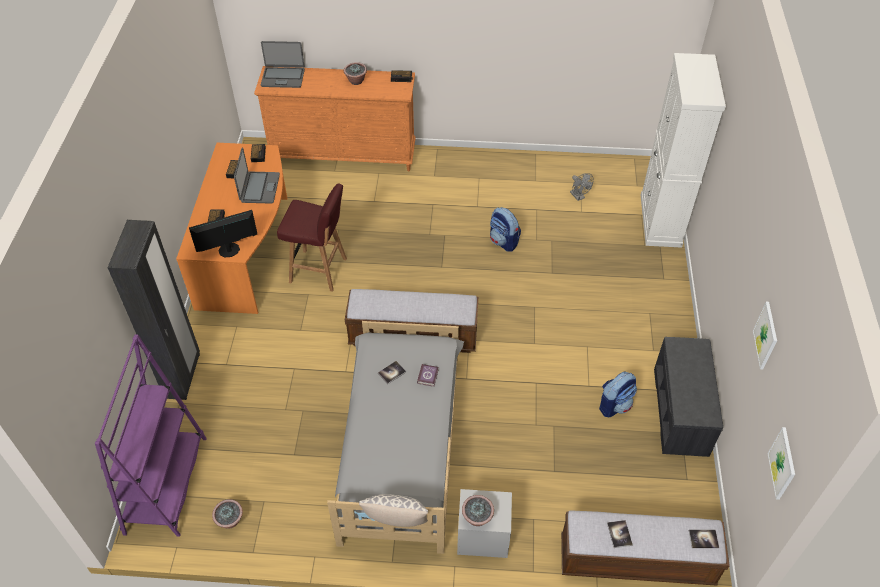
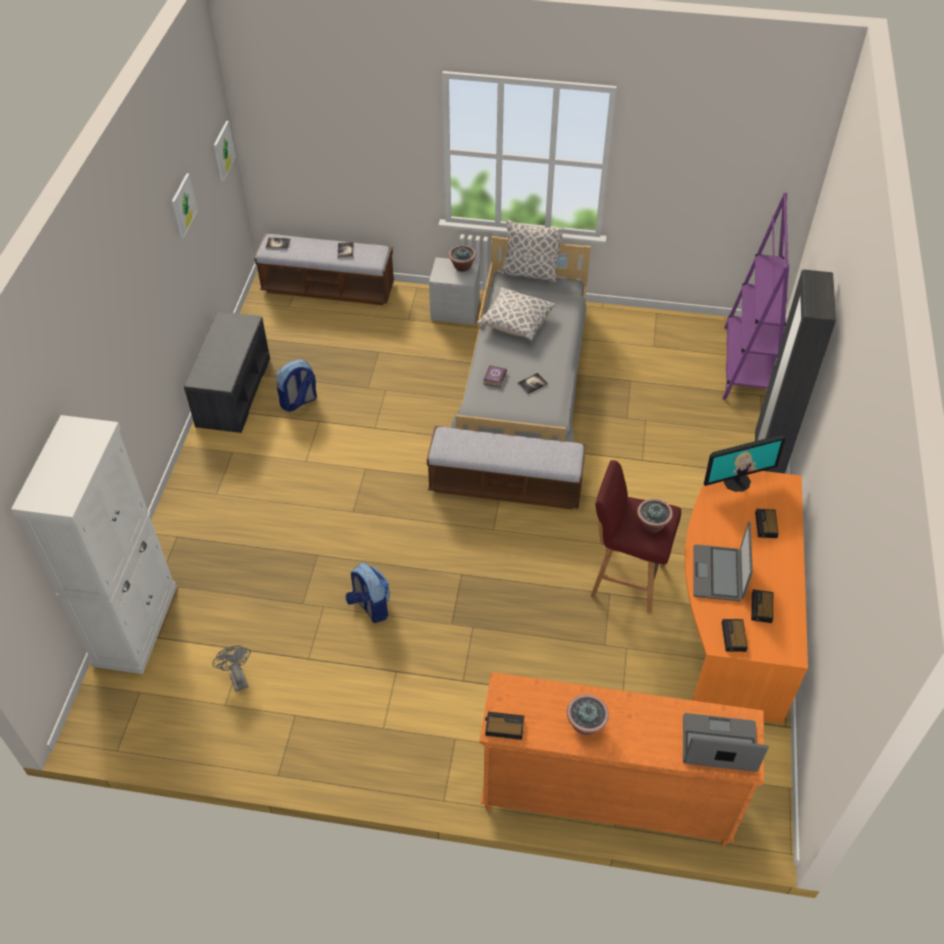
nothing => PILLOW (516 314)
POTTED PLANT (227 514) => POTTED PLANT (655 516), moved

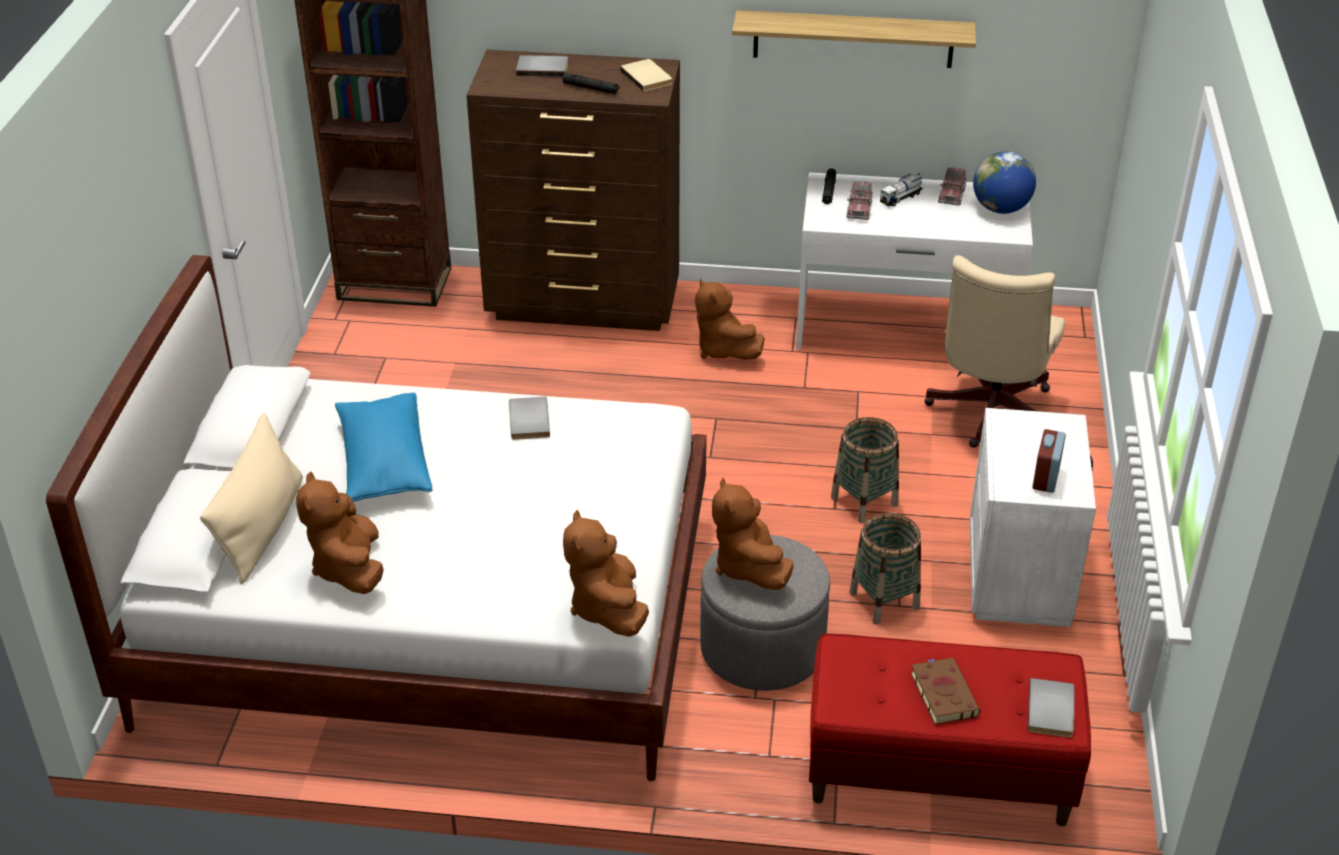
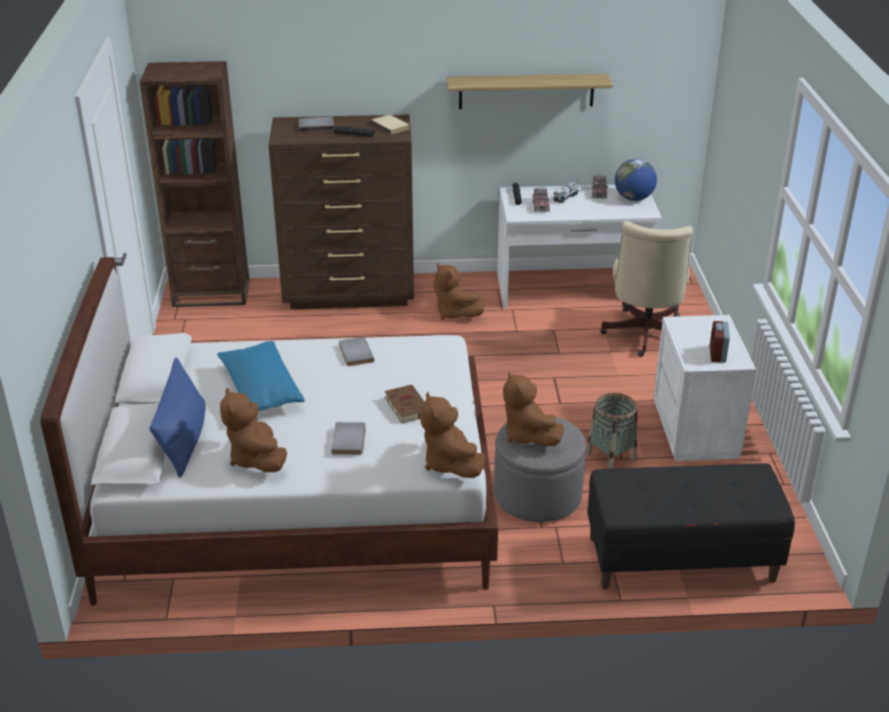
BEIGE PILLOW (251 498) => BLUE PILLOW (177 418)
GREY BOOK (1051 707) => GREY BOOK (349 438), moved
BROWN BOOK (945 691) => BROWN BOOK (404 404), moved
RED BENCH (950 730) => BLACK BENCH (691 526)
BASKET (865 470) => nothing

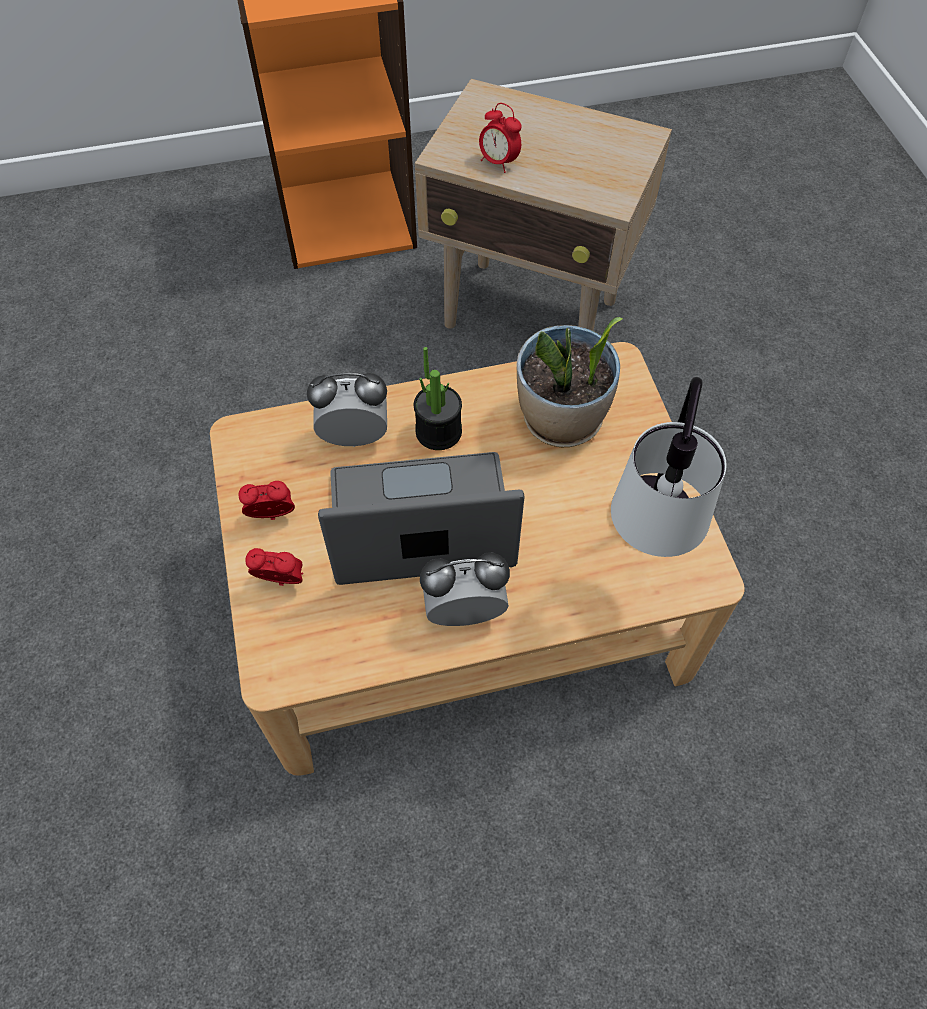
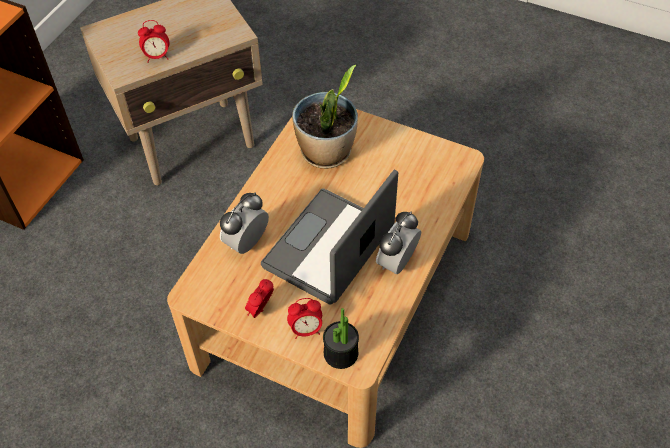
ALARM CLOCK (274 567) => ALARM CLOCK (304 318), 150 degrees counterclockwise
POTTED PLANT (438 398) => POTTED PLANT (341 338), moved
TABLE LAMP (669 467) => nothing

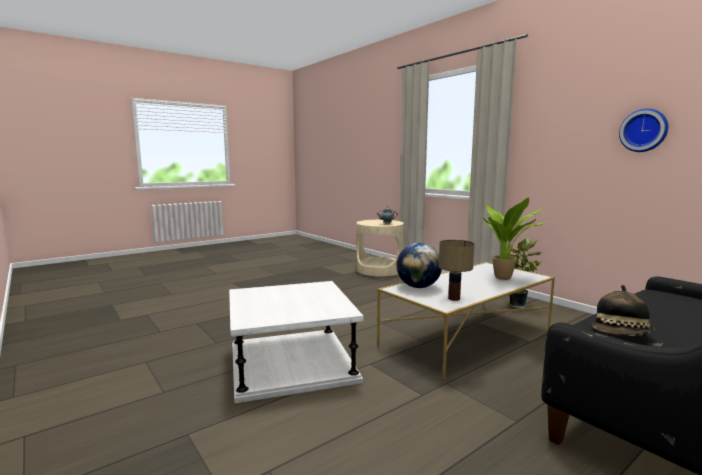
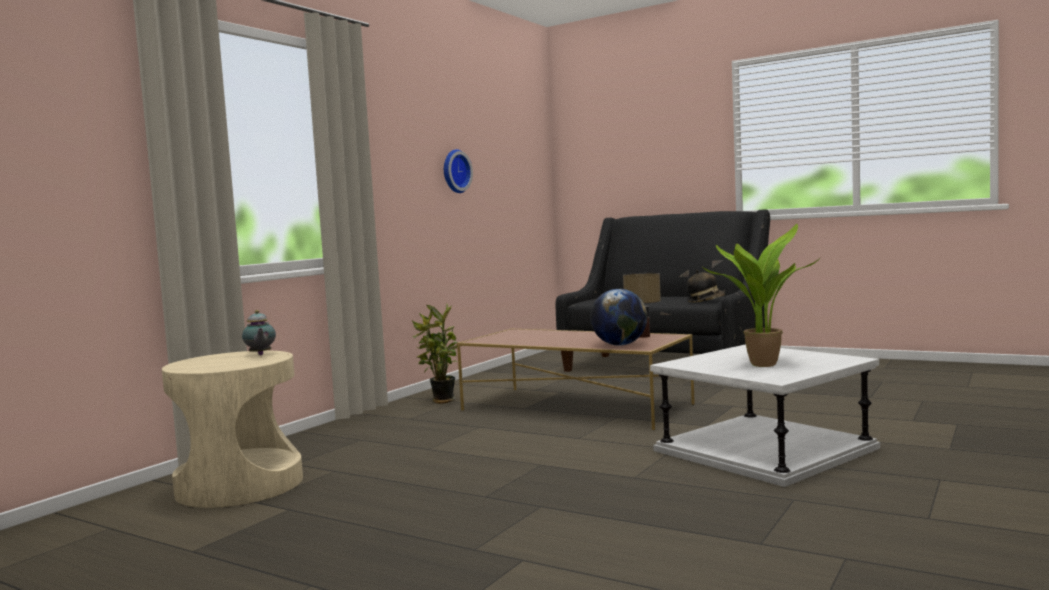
WHITE COFFEE TABLE (466 321) => BROWN COFFEE TABLE (576 379)
POTTED PLANT (515 239) => POTTED PLANT (762 295), moved

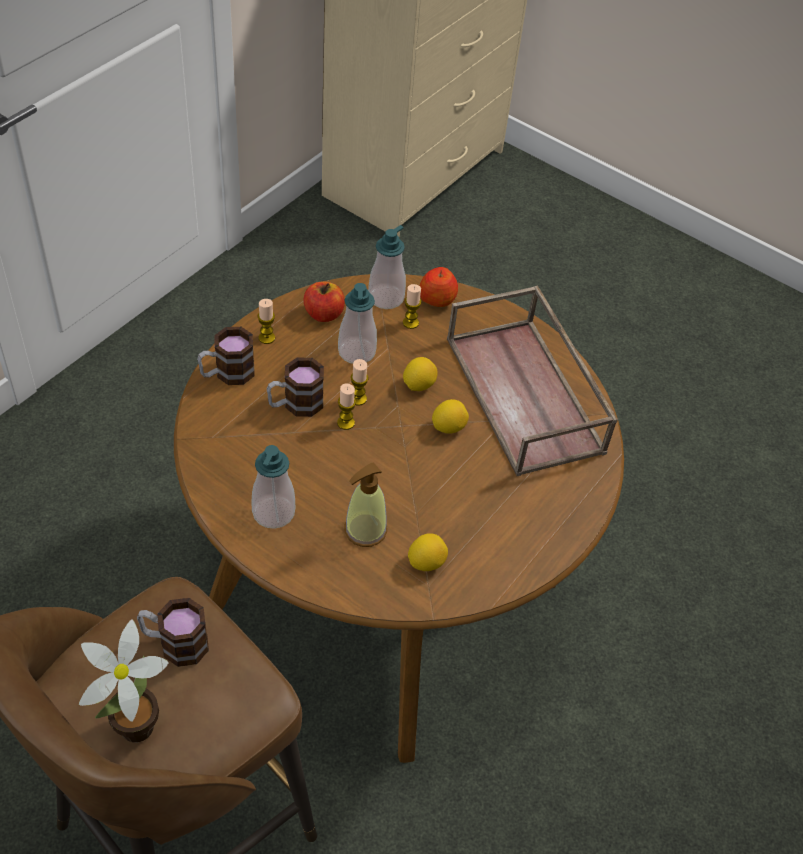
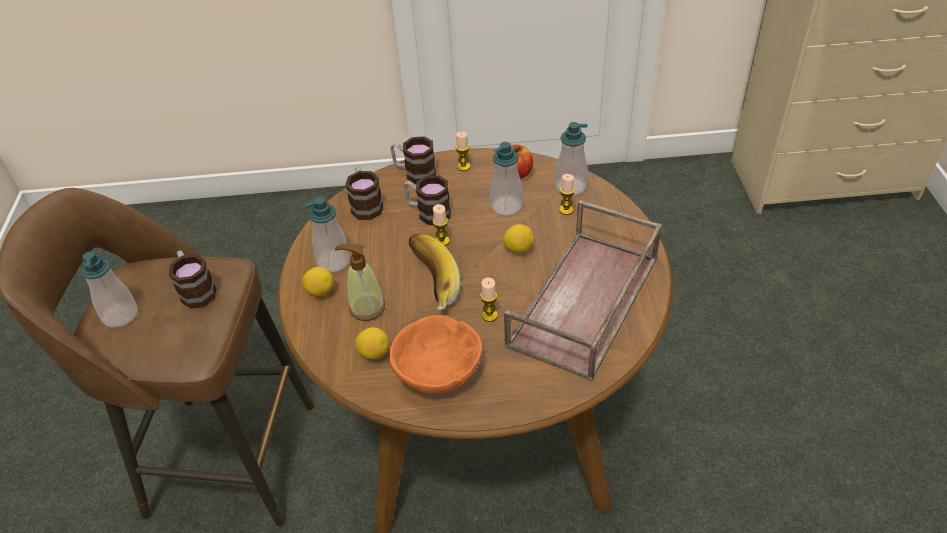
POTTED PLANT (124 680) => SOAP DISPENSER (109 289)
LEMON (450 416) => LEMON (318 282), moved
nothing => MUG (364 193)
nothing => ORANGE BOWL (435 354)
nothing => BANANA (435 272)
CANDLE (359 382) => CANDLE (489 300), moved
APPLE (439 287) => nothing

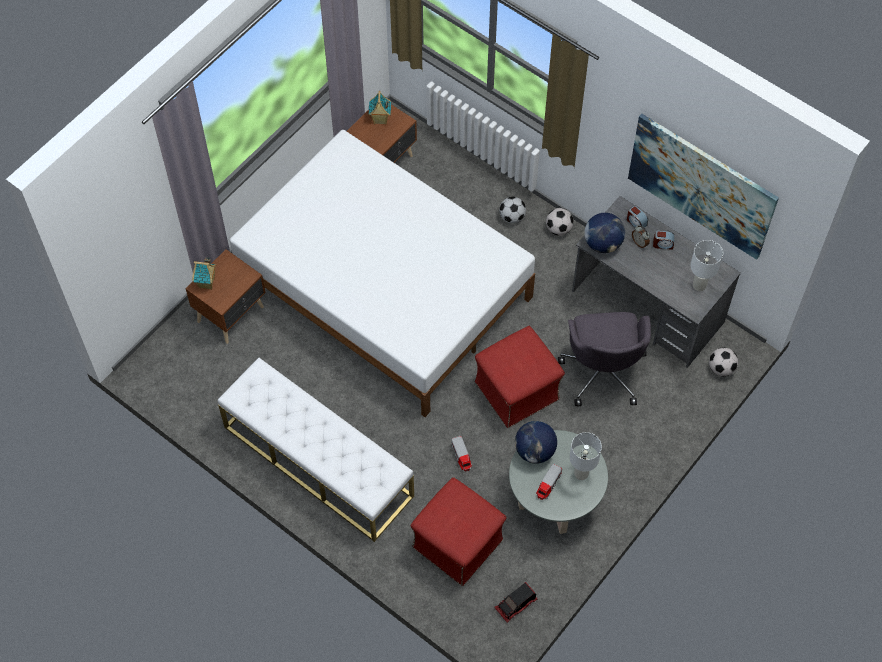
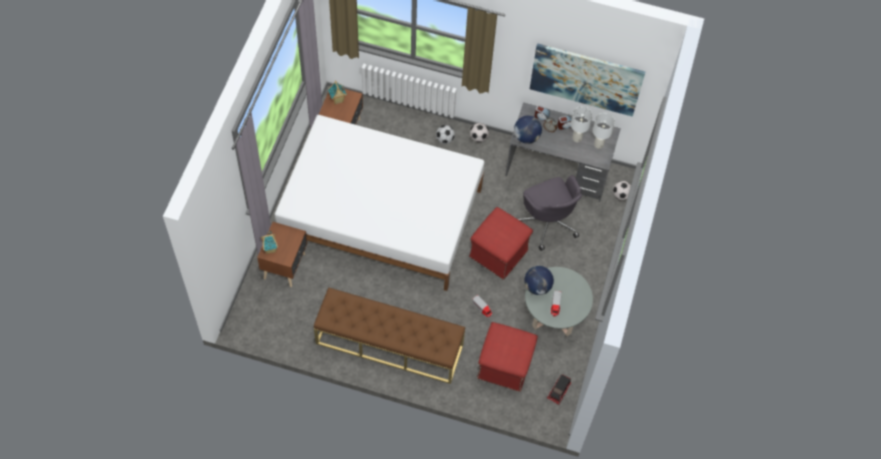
WHITE BENCH (316 450) => BROWN BENCH (389 335)
WHITE TABLE LAMP (585 456) => WHITE TABLE LAMP (582 124), moved

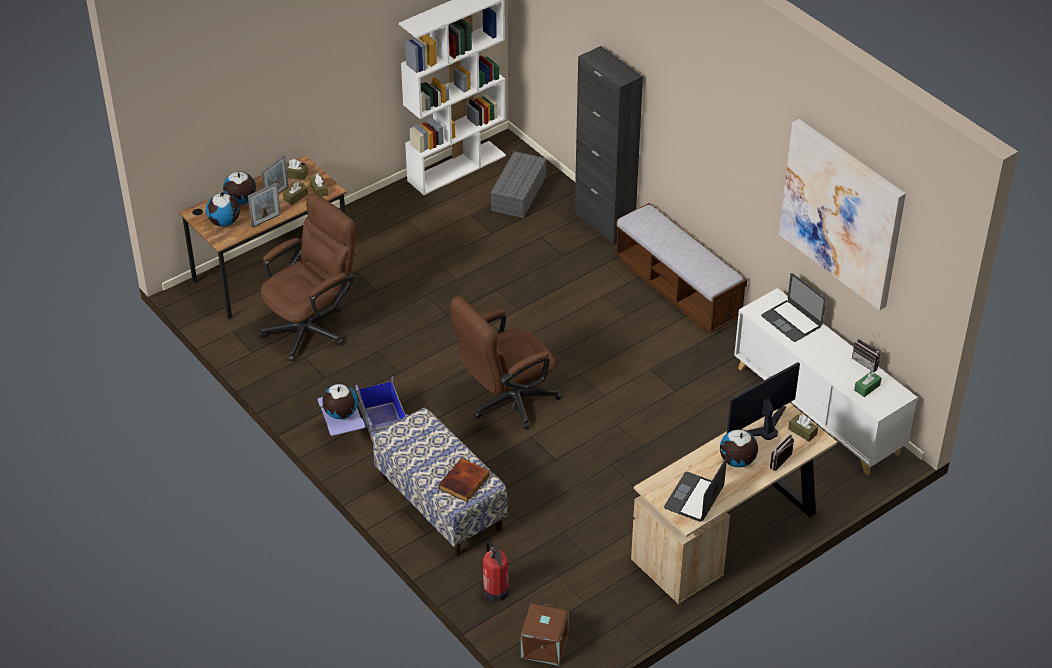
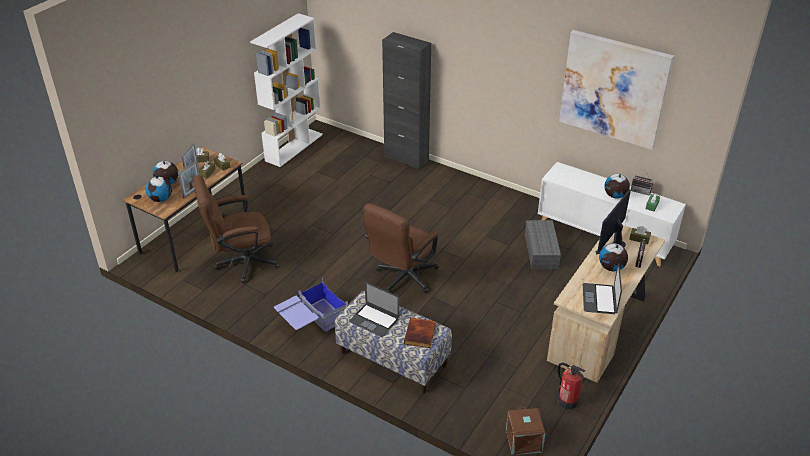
BROWN OFFICE CHAIR (307 277) => BROWN OFFICE CHAIR (236 229), 135 degrees counterclockwise
LAPTOP (793 307) => LAPTOP (374 309), moved
GREY STORAGE BOX (518 184) => GREY STORAGE BOX (543 244), moved
FIRE EXTINGUISHER (496 571) => FIRE EXTINGUISHER (571 386), moved
GLOBE (340 401) => GLOBE (617 186), moved
BENCH (681 268) => nothing

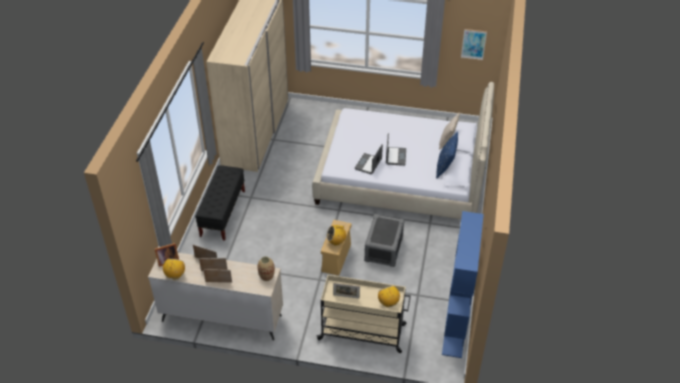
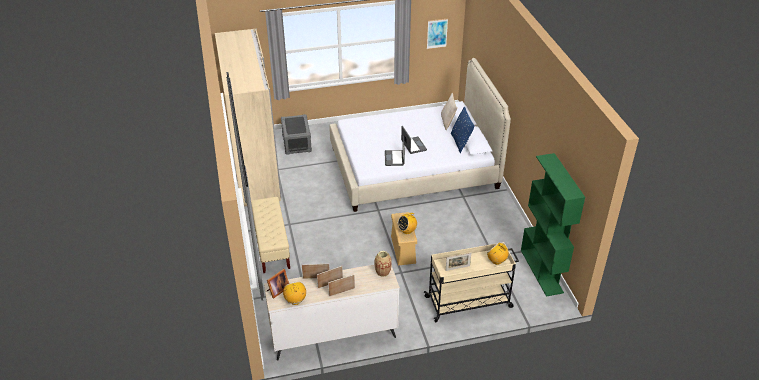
BLACK BENCH (220 203) => BEIGE BENCH (270 235)
GREY STORAGE BOX (384 240) => GREY STORAGE BOX (296 134), moved
BLUE BOOKCASE (463 284) => GREEN BOOKCASE (553 225)

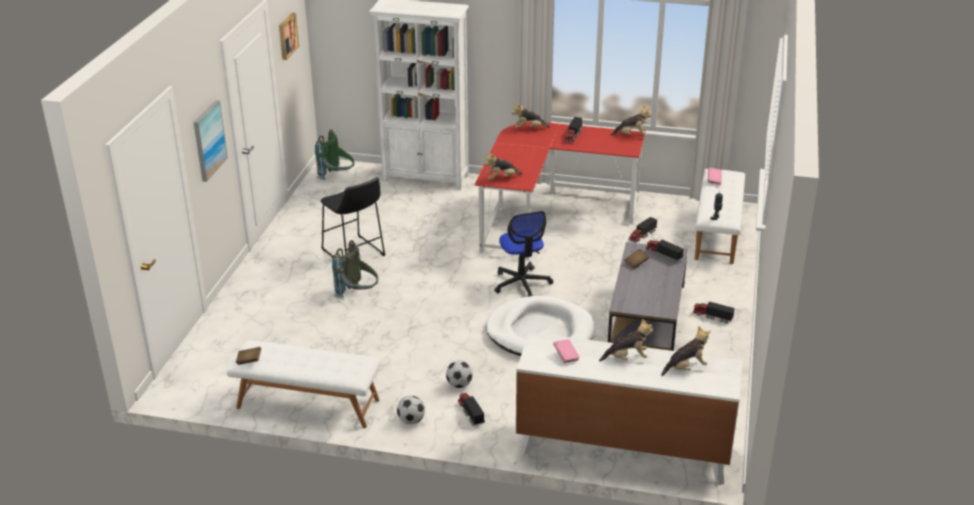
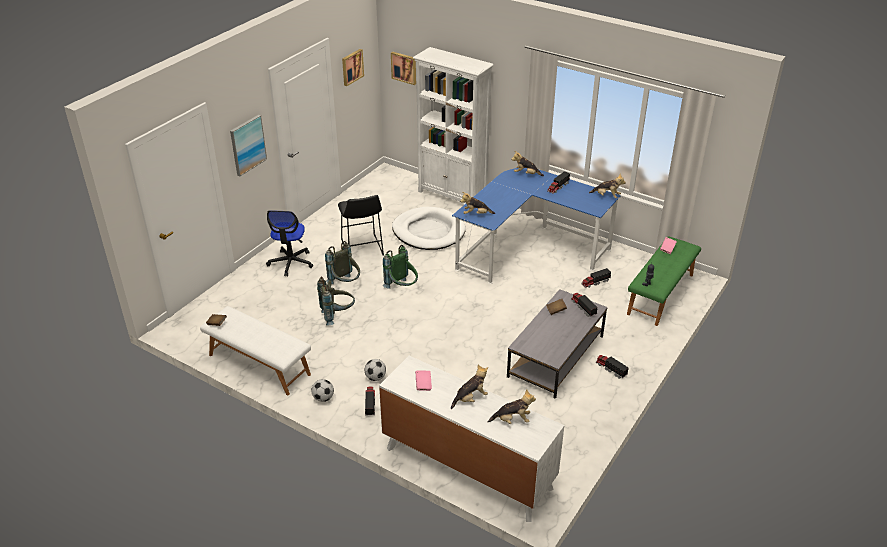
OFFICE CHAIR (523 254) => OFFICE CHAIR (289 243), moved
nothing => GREY BACKPACK (336 300)
GREEN BACKPACK (334 155) => GREEN BACKPACK (400 267), moved
nothing => PICTURE (403 68)
WHITE DOG BED (540 326) => WHITE DOG BED (429 228), moved
PLUSH TOY (626 340) => PLUSH TOY (469 386), 45 degrees counterclockwise
RED DESK (559 191) => BLUE DESK (536 226)
WHITE BENCH (720 216) => GREEN BENCH (664 281)

